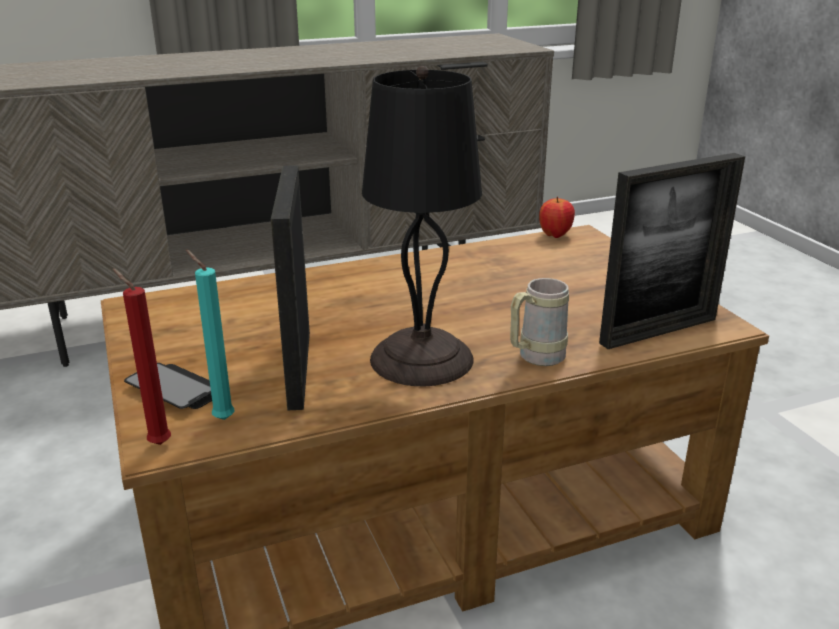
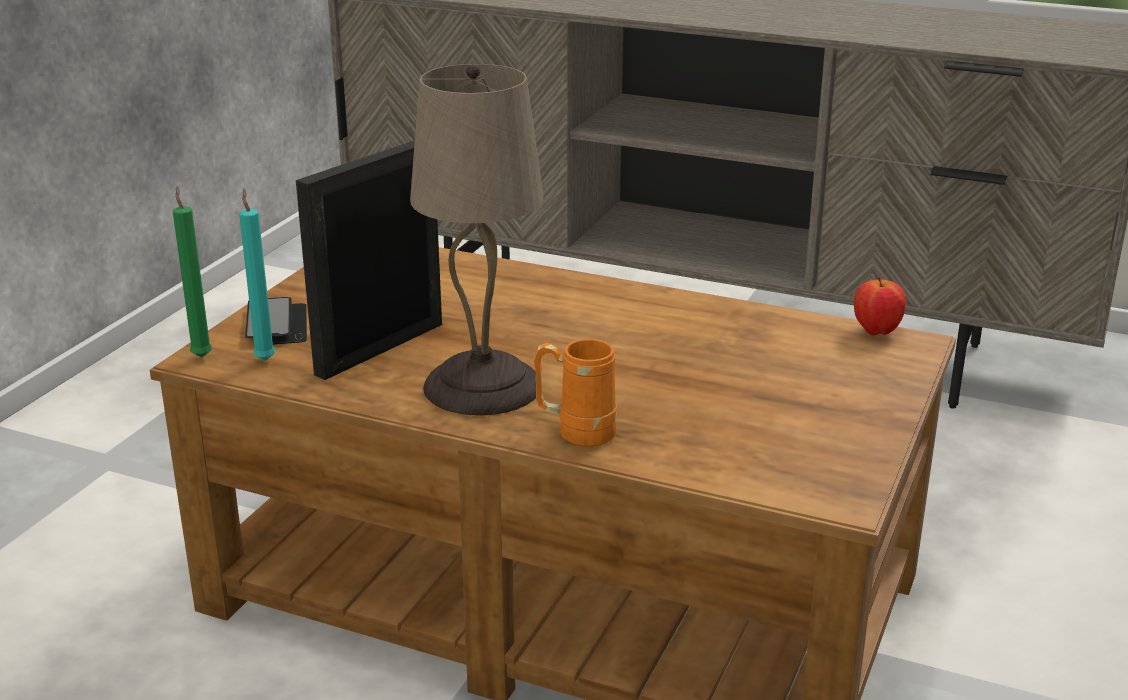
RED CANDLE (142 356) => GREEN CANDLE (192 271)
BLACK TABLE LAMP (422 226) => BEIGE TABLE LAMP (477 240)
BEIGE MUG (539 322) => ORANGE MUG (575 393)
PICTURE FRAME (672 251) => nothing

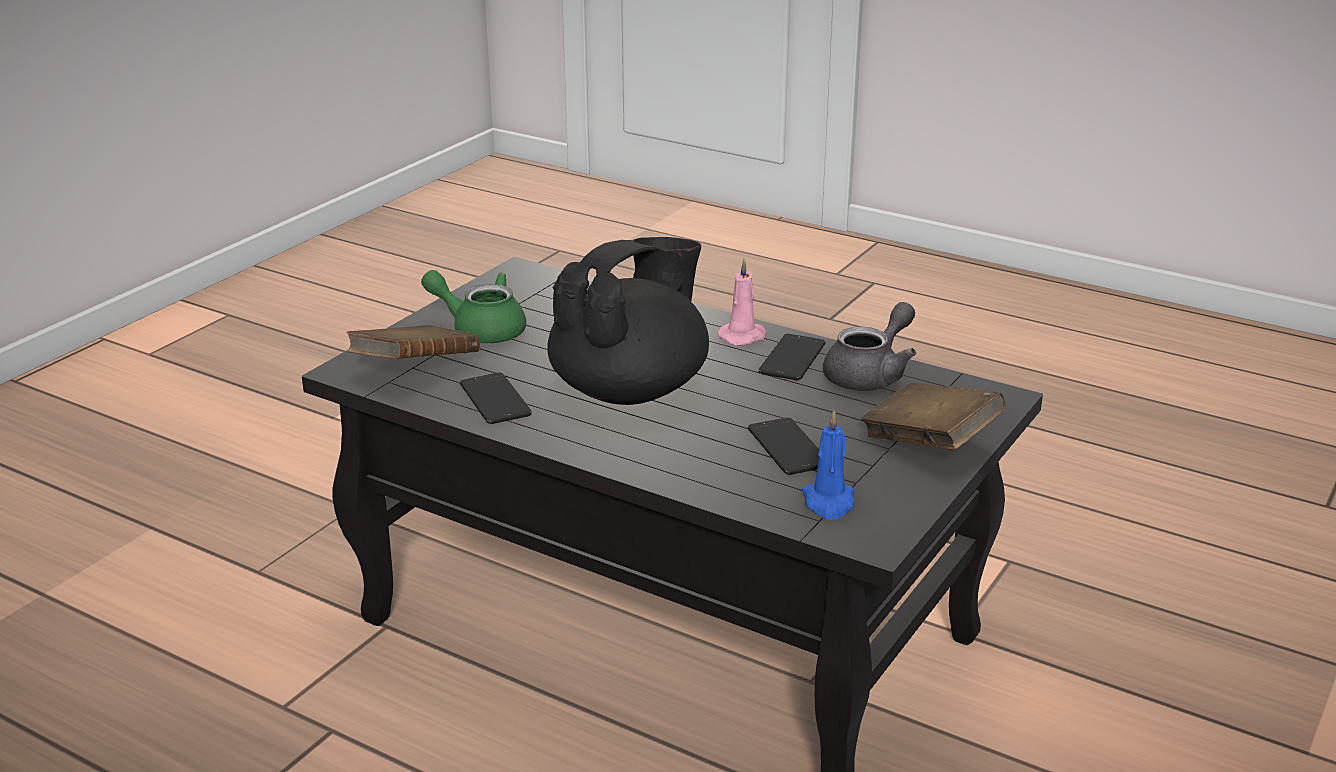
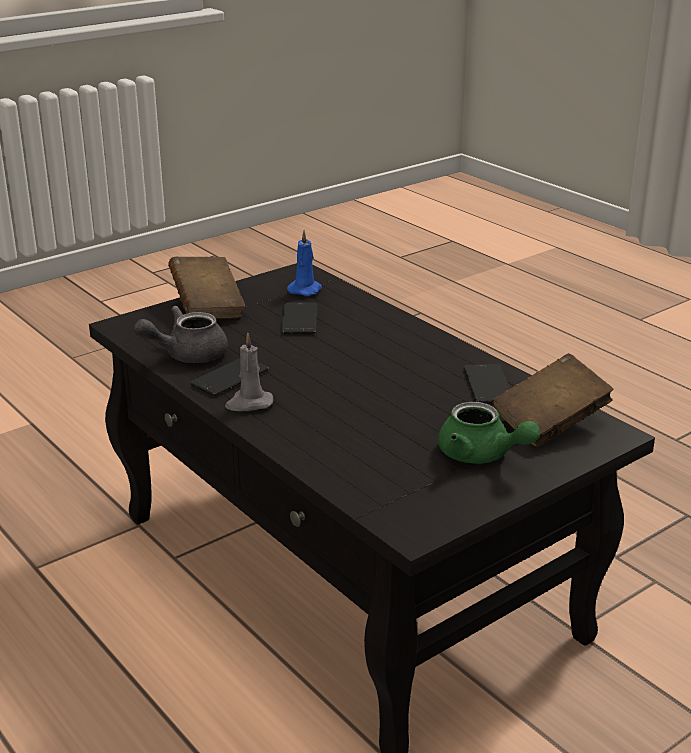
PINK CANDLE (742 301) => GREY CANDLE (249 371)
BLACK TEAPOT (628 321) => nothing

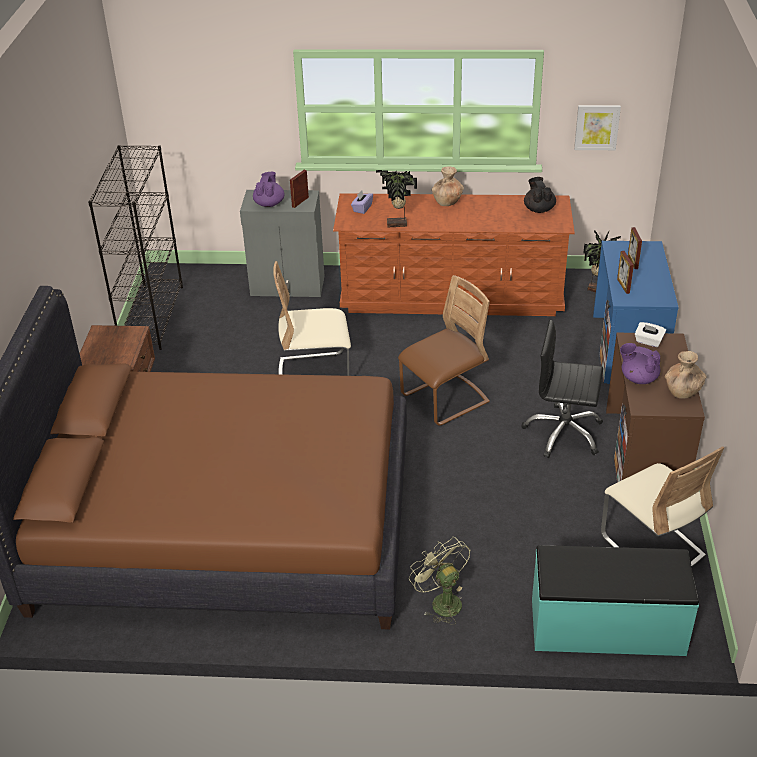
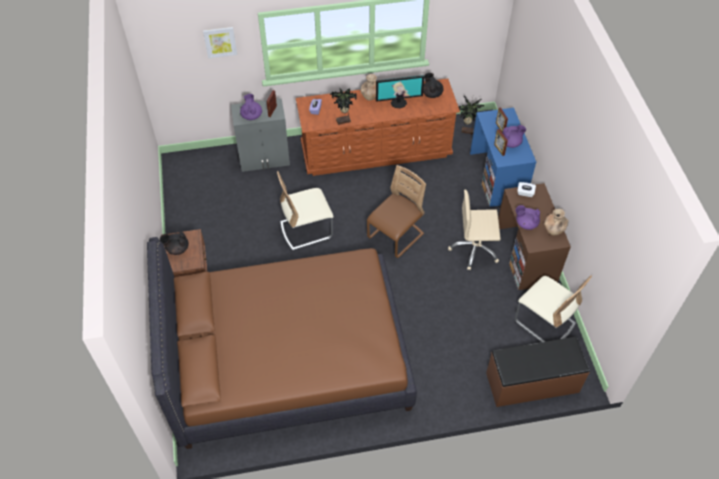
nothing => BLACK TEAPOT (174 243)
PICTURE (597 127) => PICTURE (220 42), moved
nothing => MONITOR (400 91)
BLACK OFFICE CHAIR (562 389) => BEIGE OFFICE CHAIR (474 230)
TURQUOISE BENCH (615 600) => BROWN BENCH (538 372)
nothing => PURPLE TEAPOT (514 136)
BLACK BOOKCASE (135 247) => nothing
GREEN FAN (439 581) => nothing

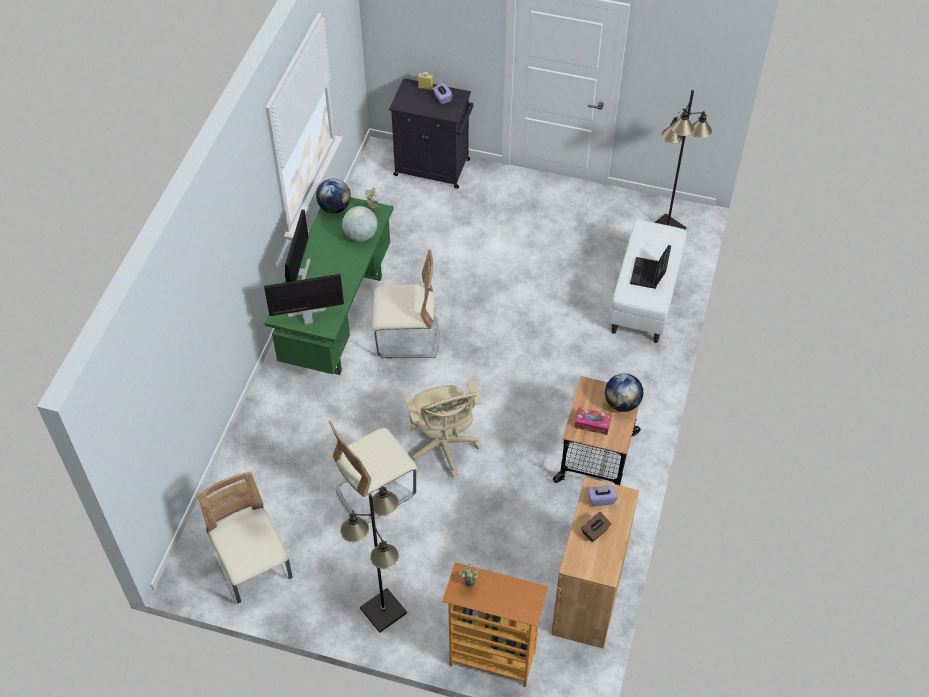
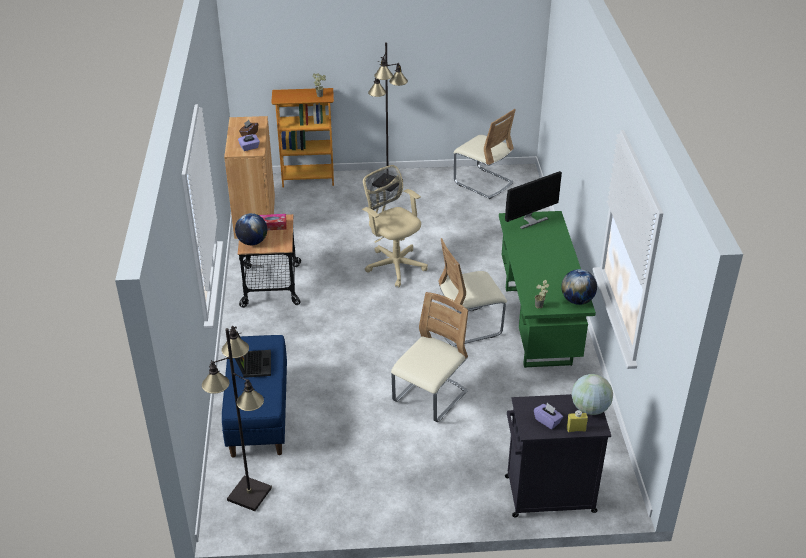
WHITE BENCH (648 281) => BLUE BENCH (254 396)
BEIGE CHAIR (372 472) => BEIGE CHAIR (429 357), moved
GLOBE (359 224) => GLOBE (592 394), moved
MONITOR (298 246) => nothing

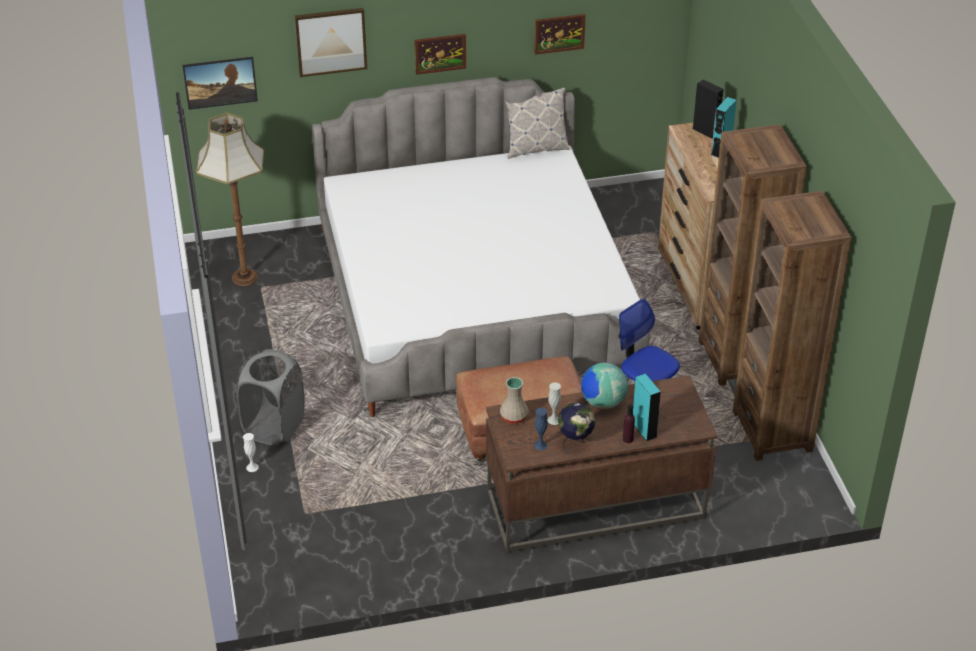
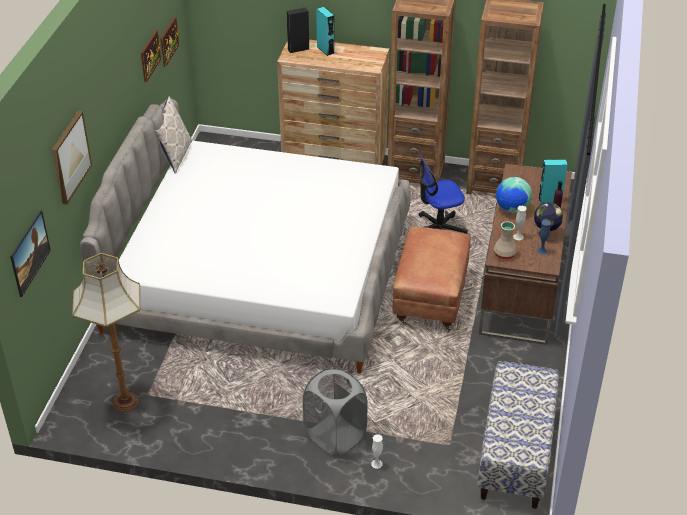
PICTURE (440 54) => PICTURE (170 42), moved
nothing => BENCH (518 435)

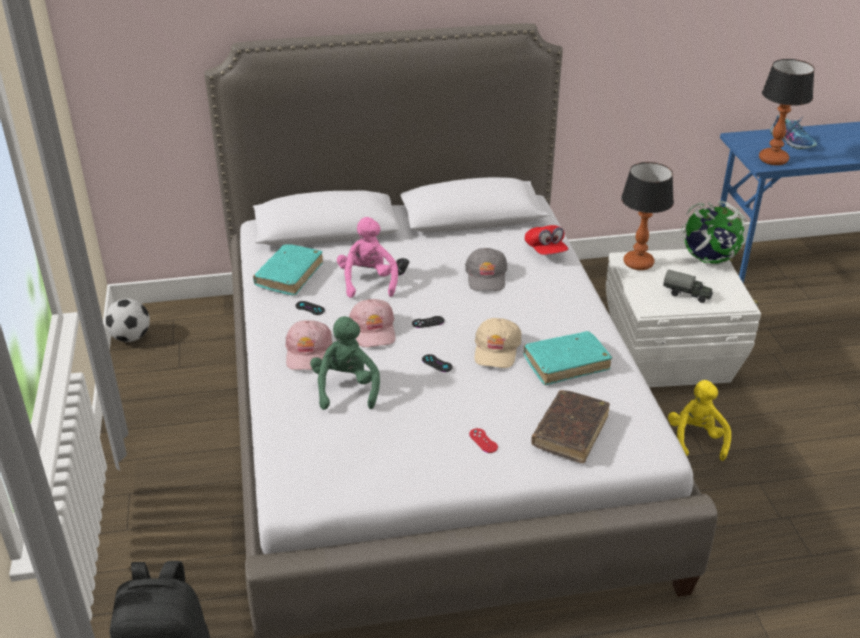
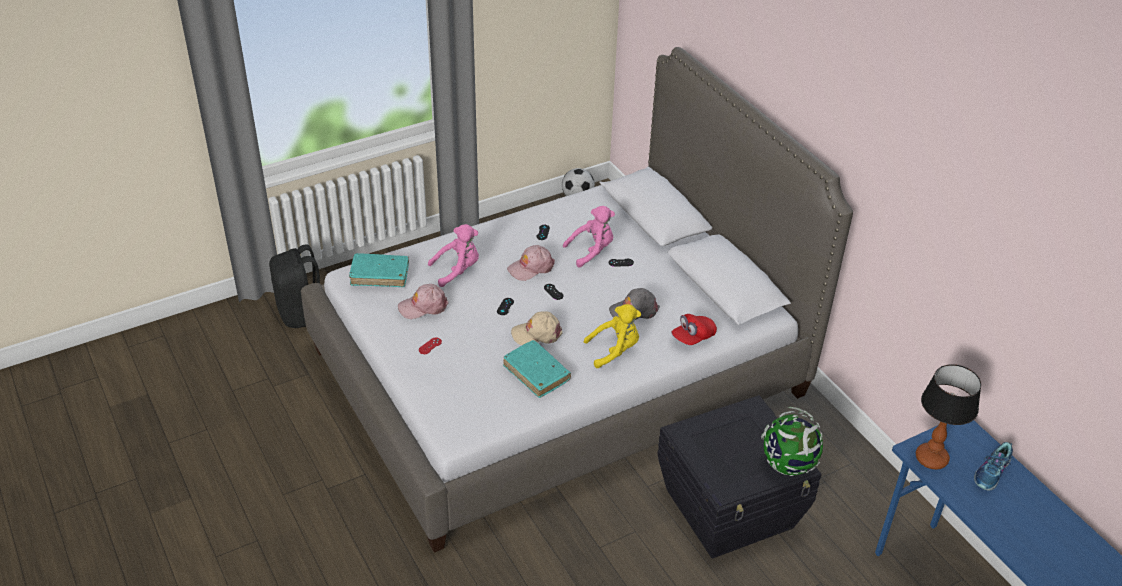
TURQUOISE BOOK (288 270) => TURQUOISE BOOK (379 270), moved
PINK CAP (309 345) => PINK CAP (423 301), moved
GREEN PLUSH TOY (345 363) => PINK PLUSH TOY (453 255)
YELLOW PLUSH TOY (699 420) => YELLOW PLUSH TOY (612 336), moved
WHITE STORAGE BOX (683 318) => BLACK STORAGE BOX (739 477)
BROWN BOOK (570 426) => nothing
TABLE LAMP (647 216) => nothing
TOY TRUCK (688 286) => nothing

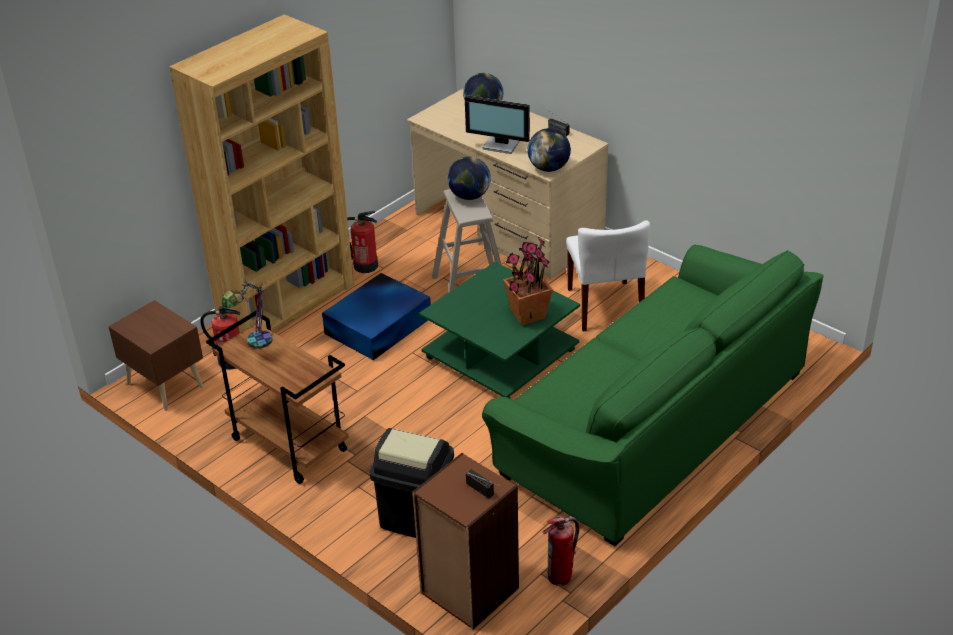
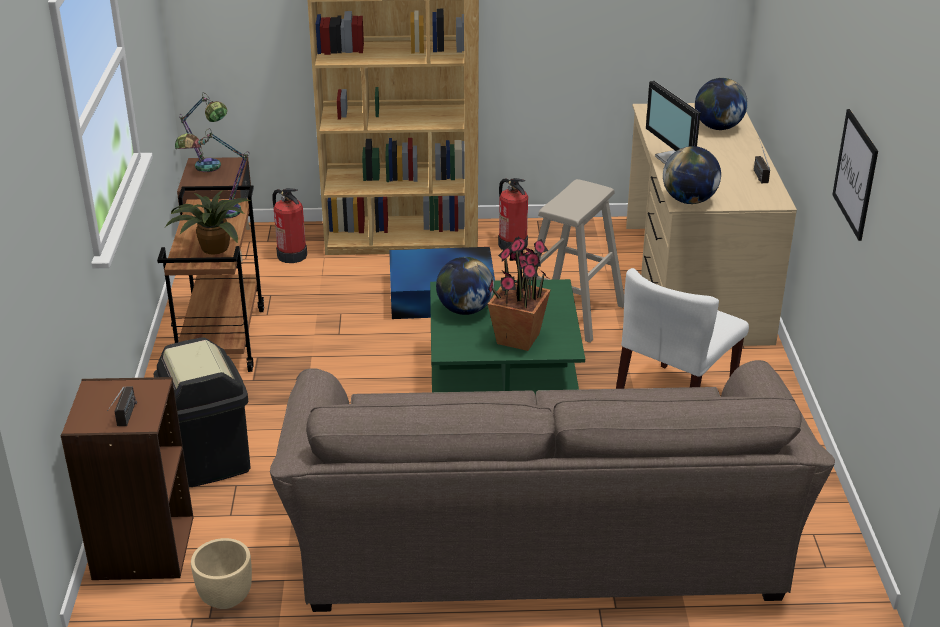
nothing => POTTED PLANT (207 223)
nothing => TABLE LAMP (203 132)
FIRE EXTINGUISHER (561 551) => BEIGE PLANTER (221 573)
GREEN SOFA (652 395) => BROWN SOFA (552 486)
GLOBE (469 178) => GLOBE (465 286), moved
nothing => PICTURE (855 175)

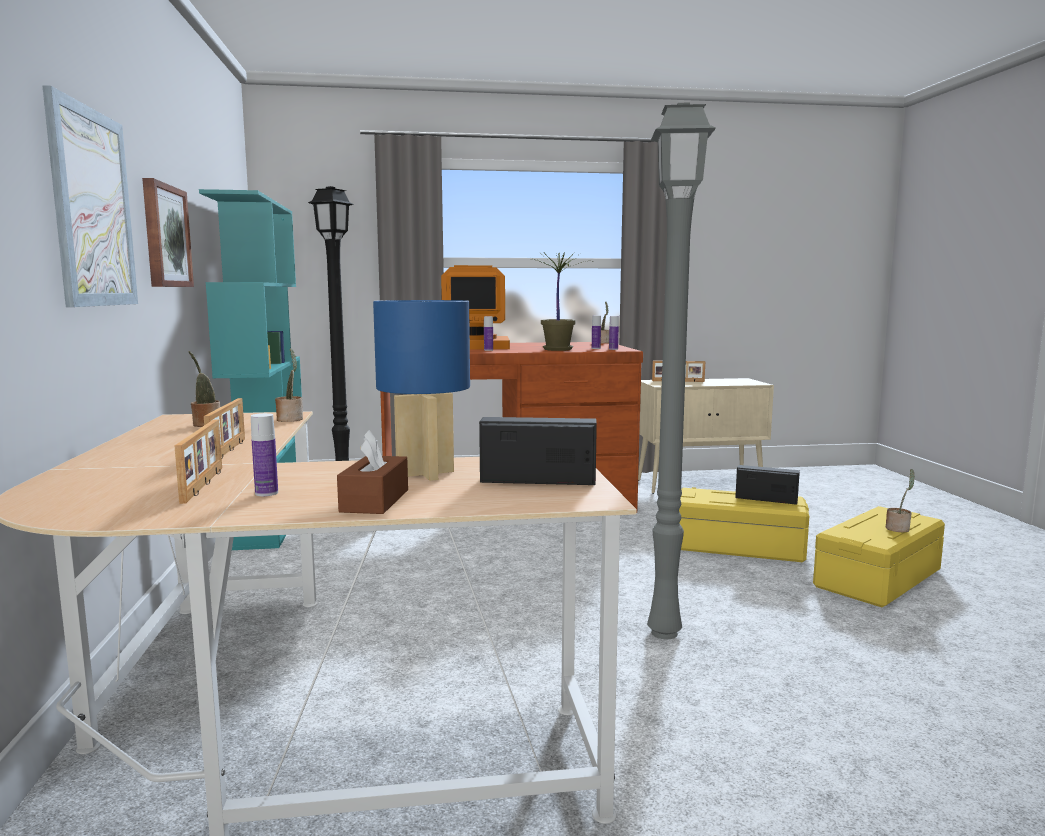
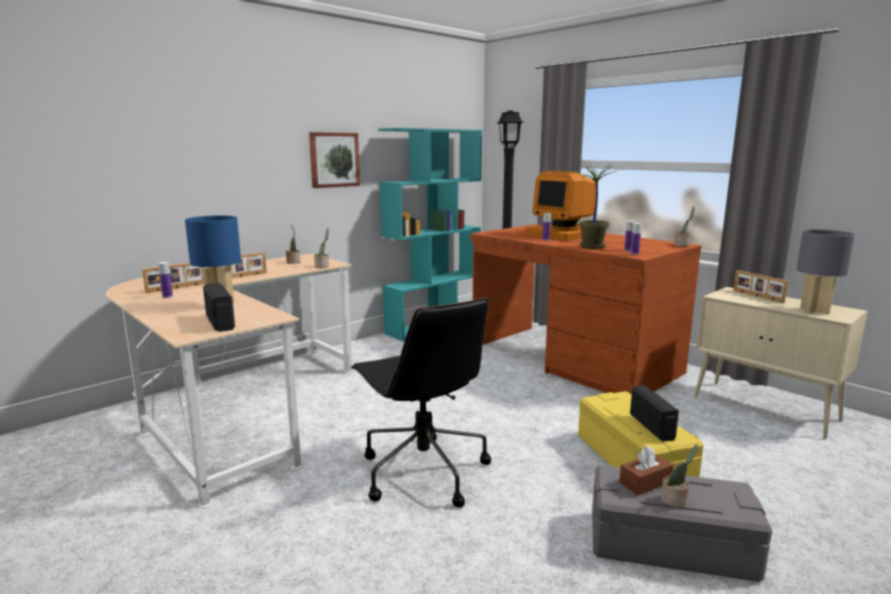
GREY FLOOR LAMP (681 370) => BLACK OFFICE CHAIR (421 403)
YELLOW STORAGE BOX (879 556) => GREY STORAGE BOX (682 523)
BROWN TISSUE BOX (372 472) => BROWN TISSUE BOX (646 470), moved
nothing => GREY TABLE LAMP (826 271)
PICTURE (90 196) => nothing

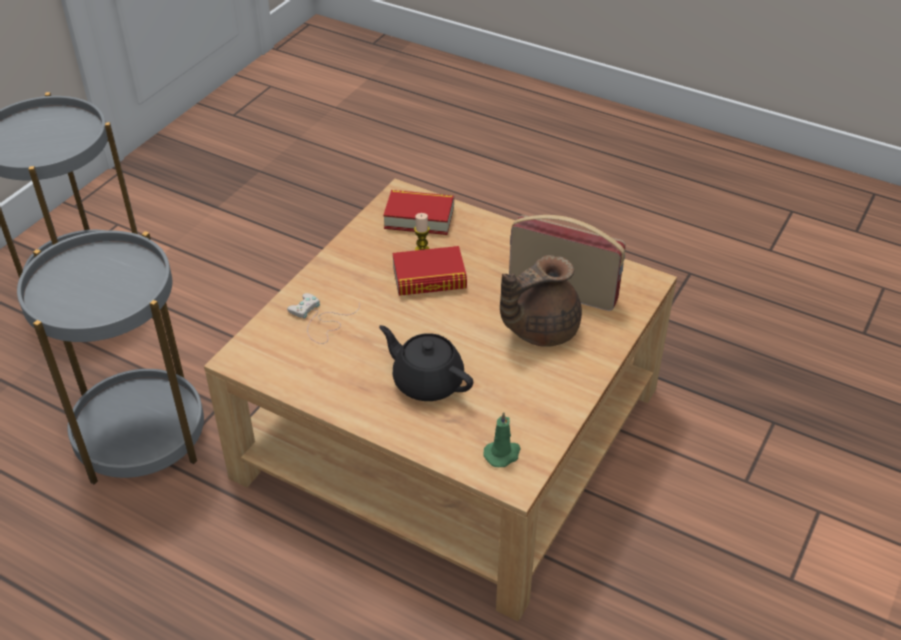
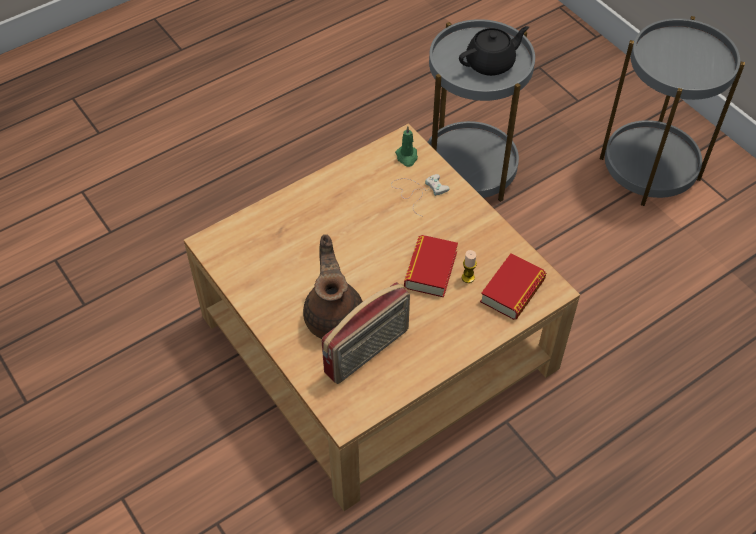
GREEN CANDLE (502 439) => GREEN CANDLE (406 146), moved
BLACK TEAPOT (426 363) => BLACK TEAPOT (494 51), moved

